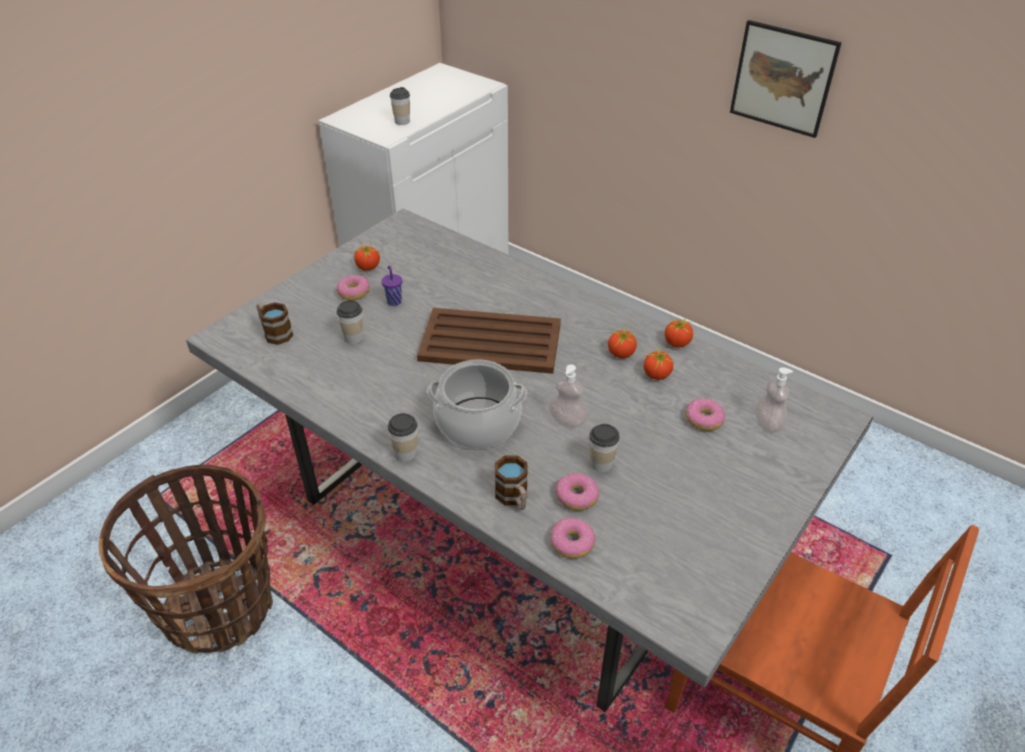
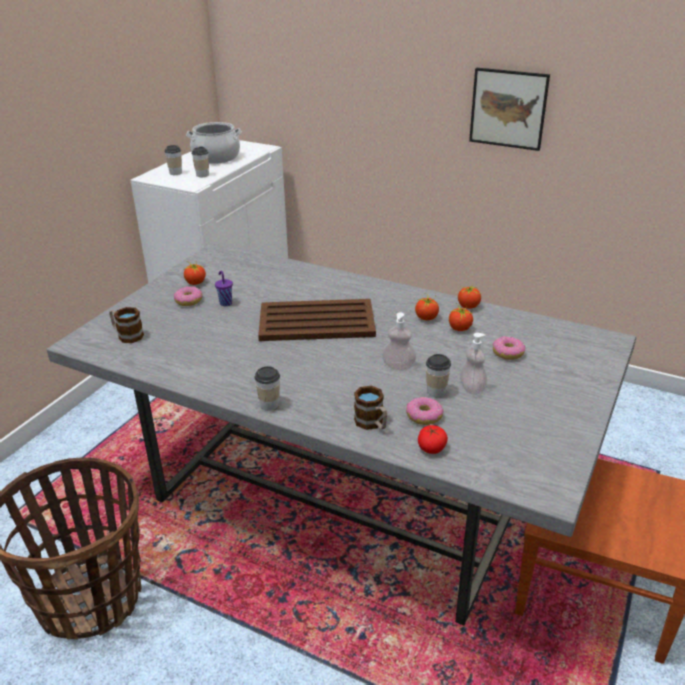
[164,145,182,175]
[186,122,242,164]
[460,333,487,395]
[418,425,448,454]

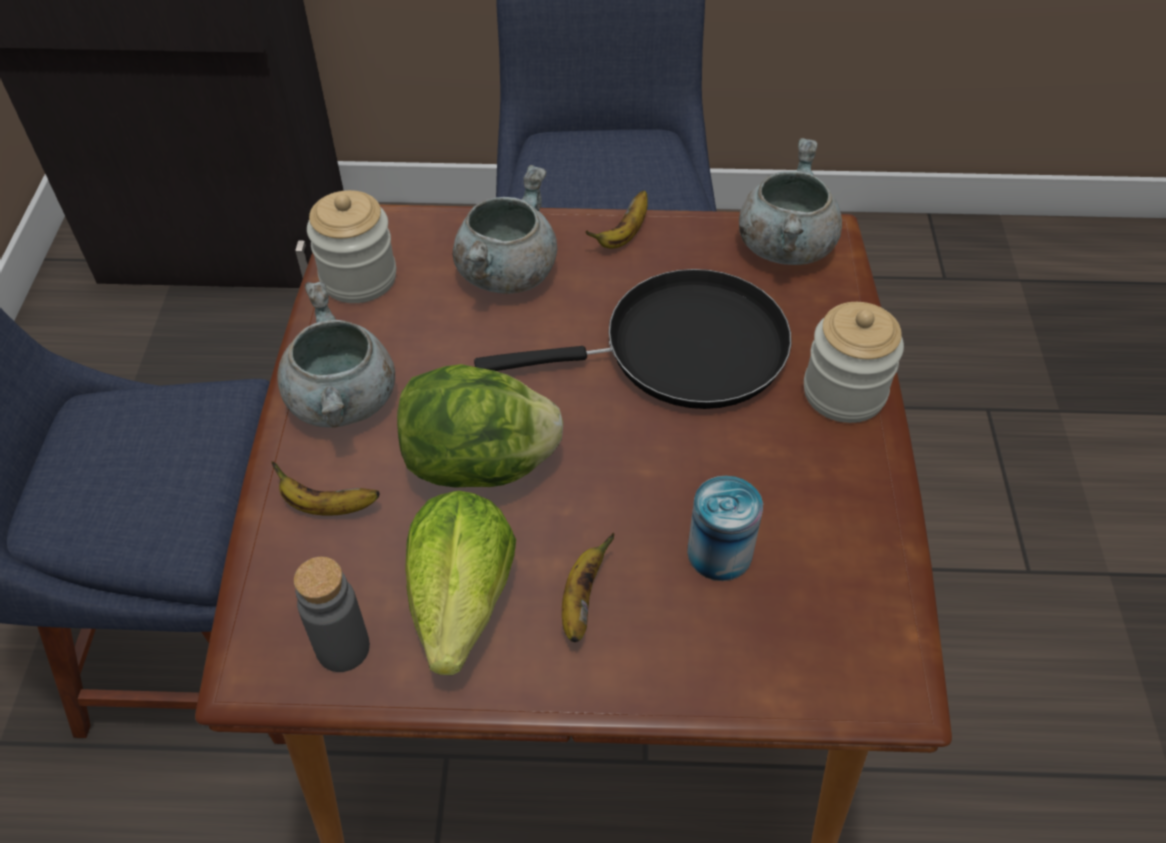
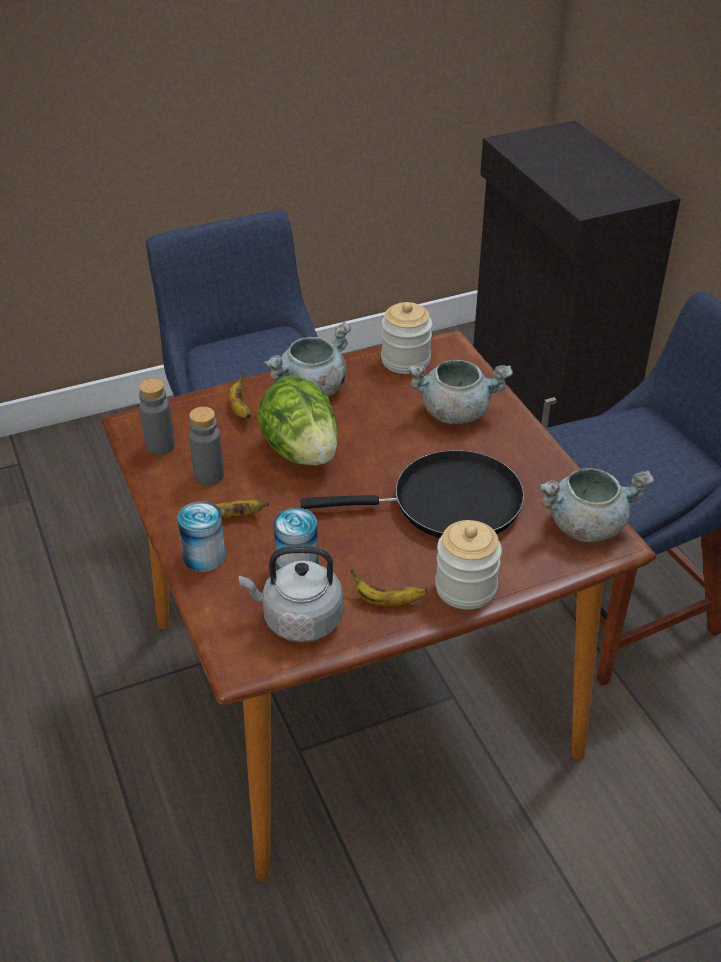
[178,501,225,572]
[239,546,343,642]
[351,570,427,606]
[189,407,224,485]
[300,450,524,538]

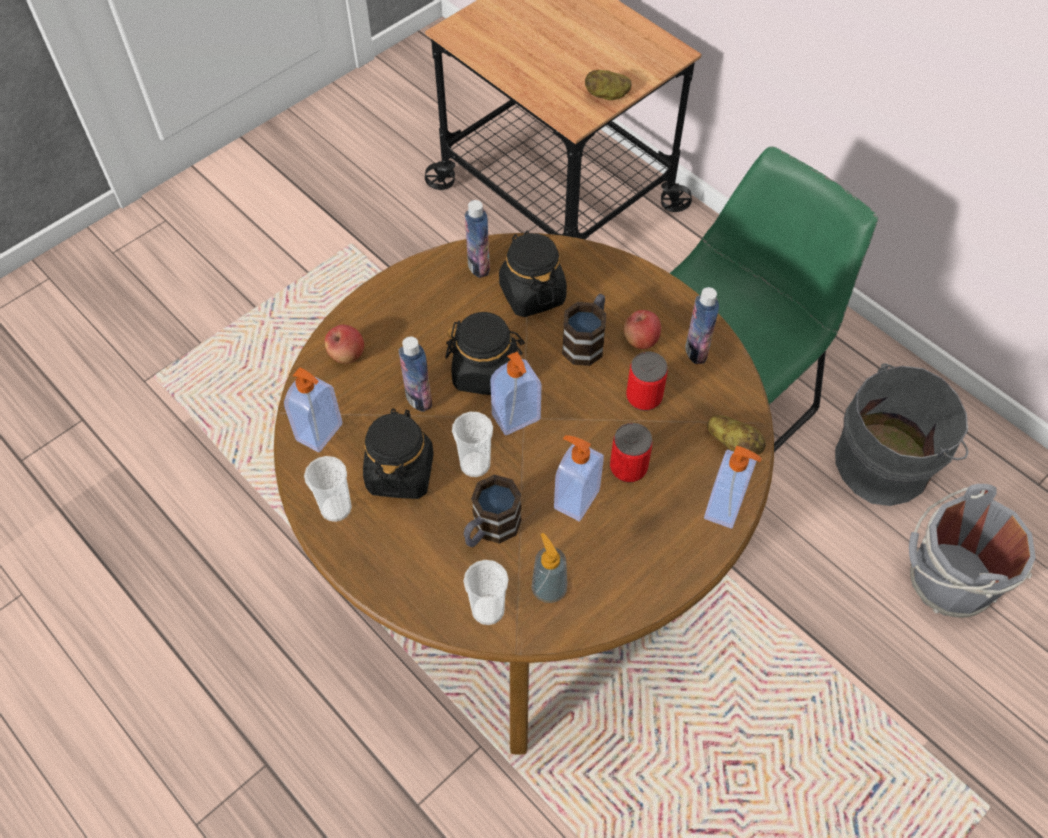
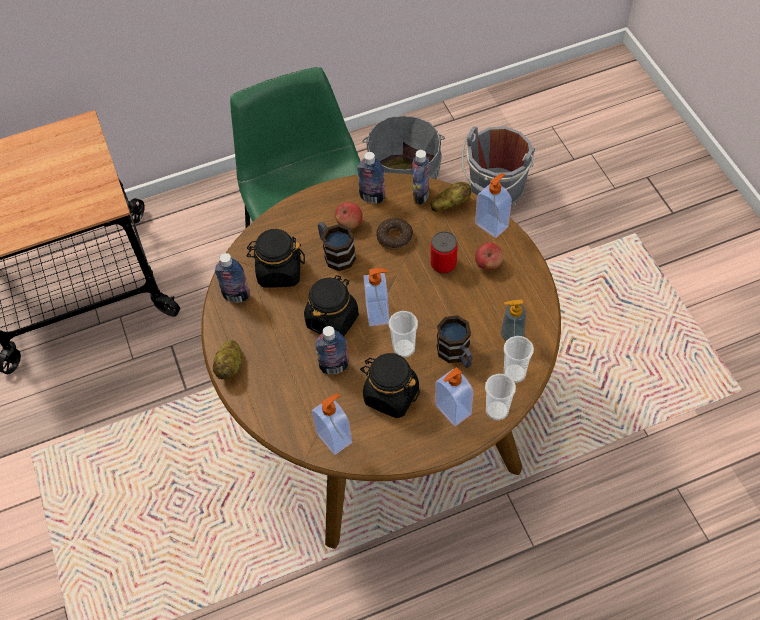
[412,150,429,205]
[485,374,516,421]
[475,242,503,271]
[435,367,474,426]
[213,341,242,380]
[376,218,413,250]

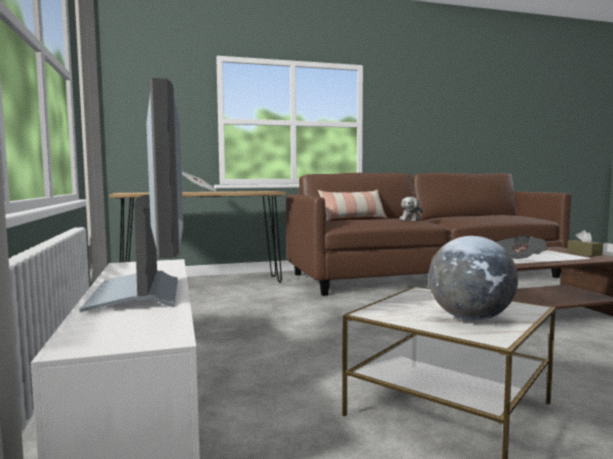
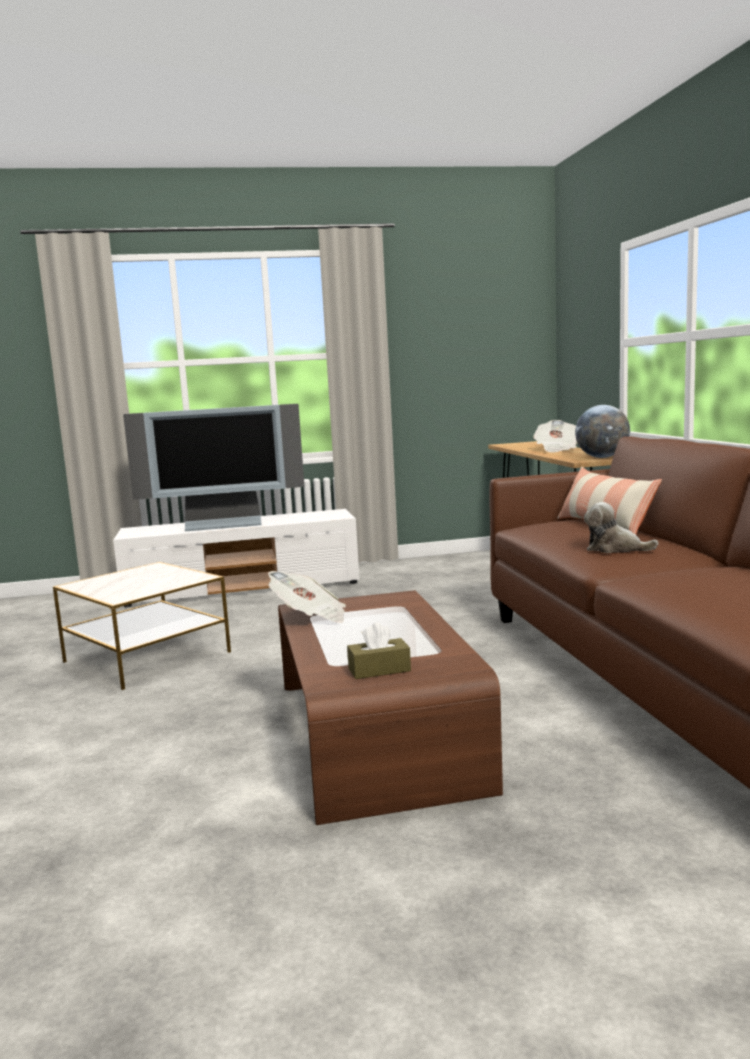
[575,405,630,458]

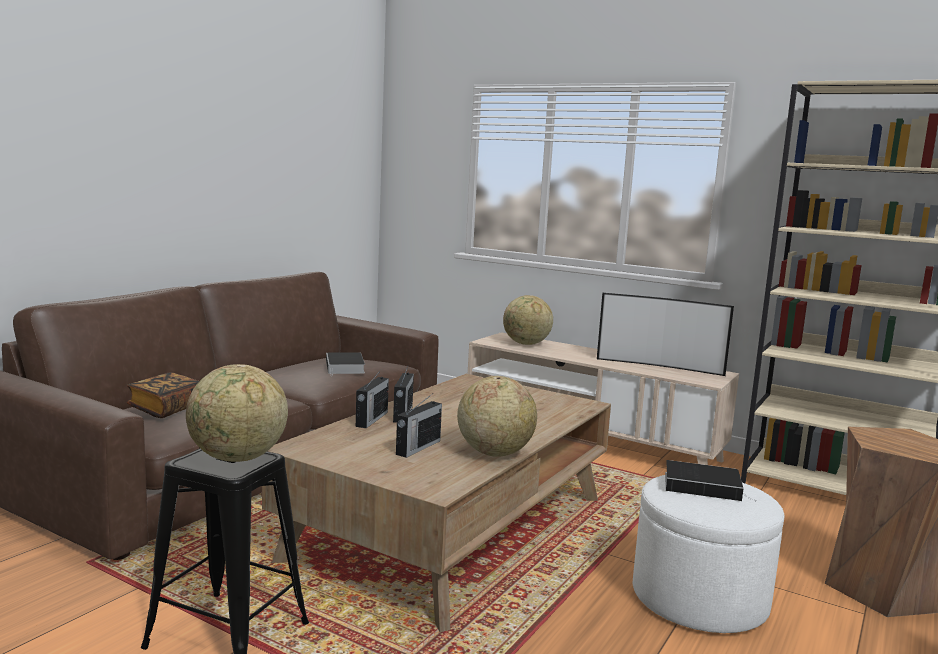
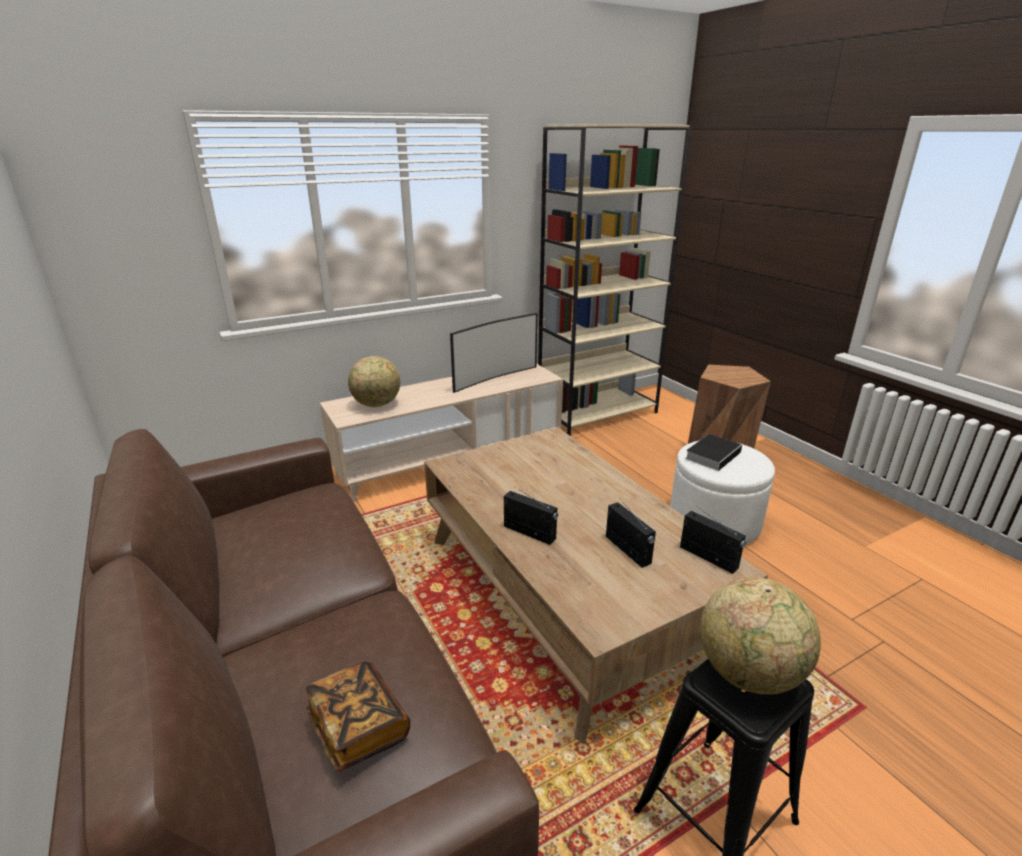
[326,353,365,376] (first image)
[457,376,537,457] (first image)
[680,506,746,574]

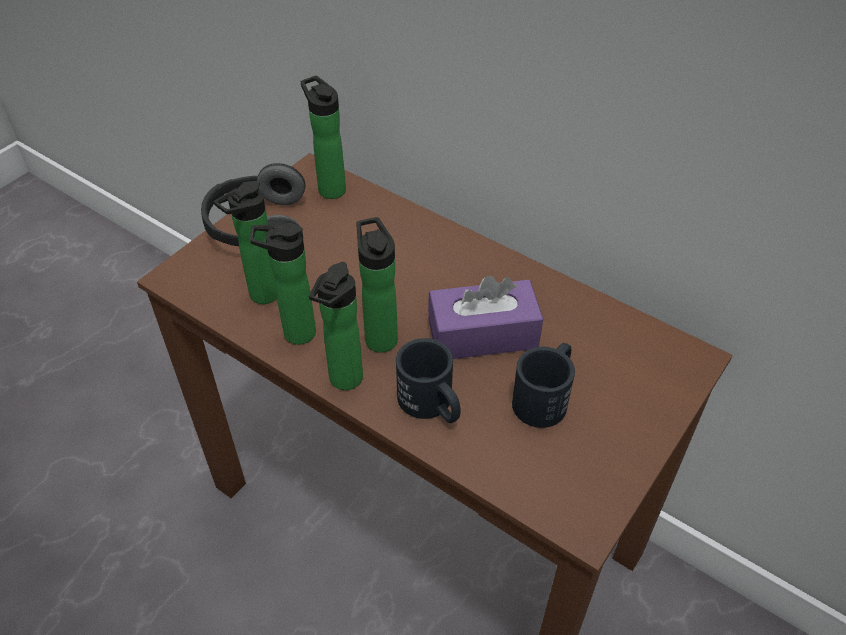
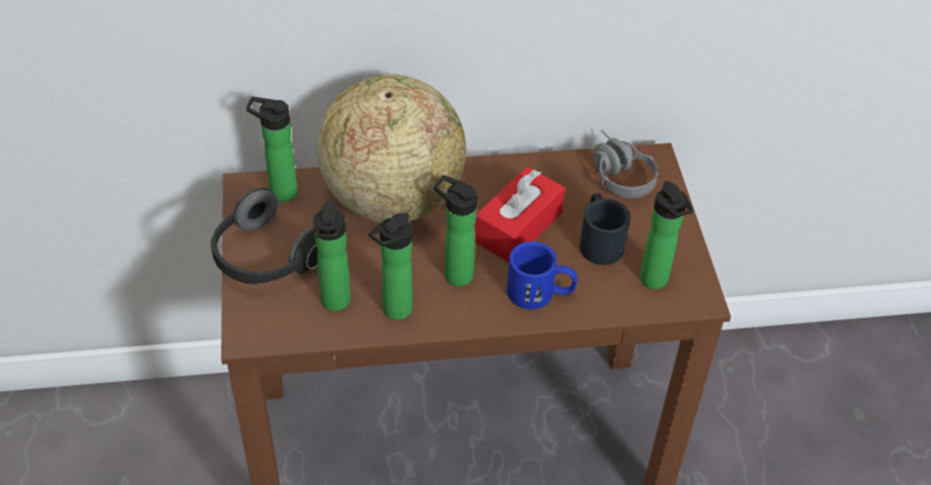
[317,74,466,223]
[593,130,658,198]
[640,181,693,289]
[507,241,577,309]
[475,167,565,262]

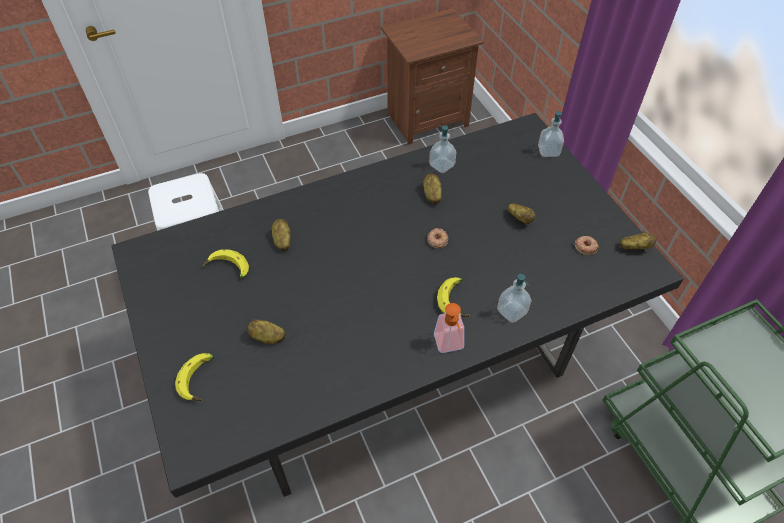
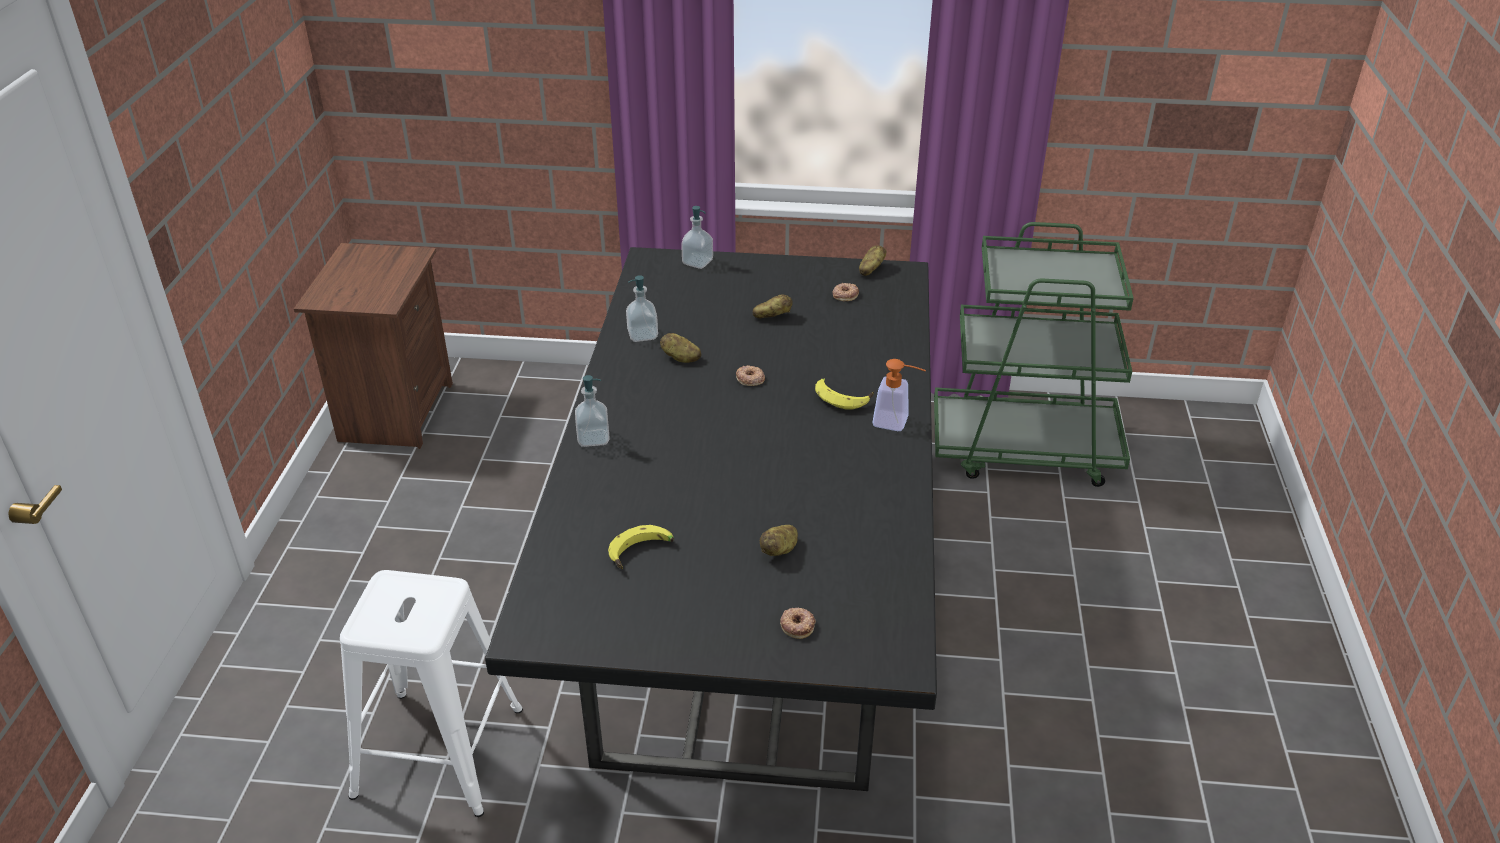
[272,219,290,251] (first image)
[575,375,610,447]
[780,607,816,639]

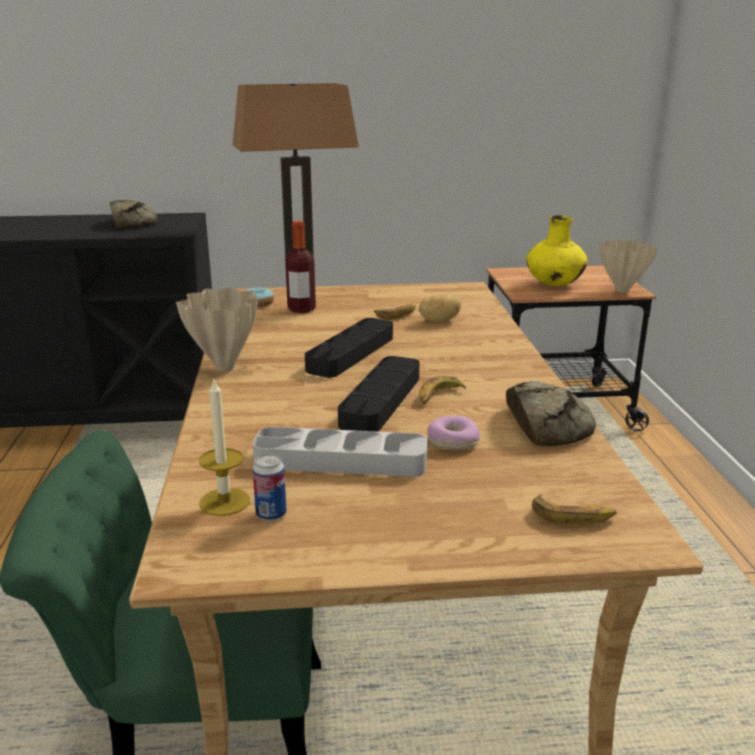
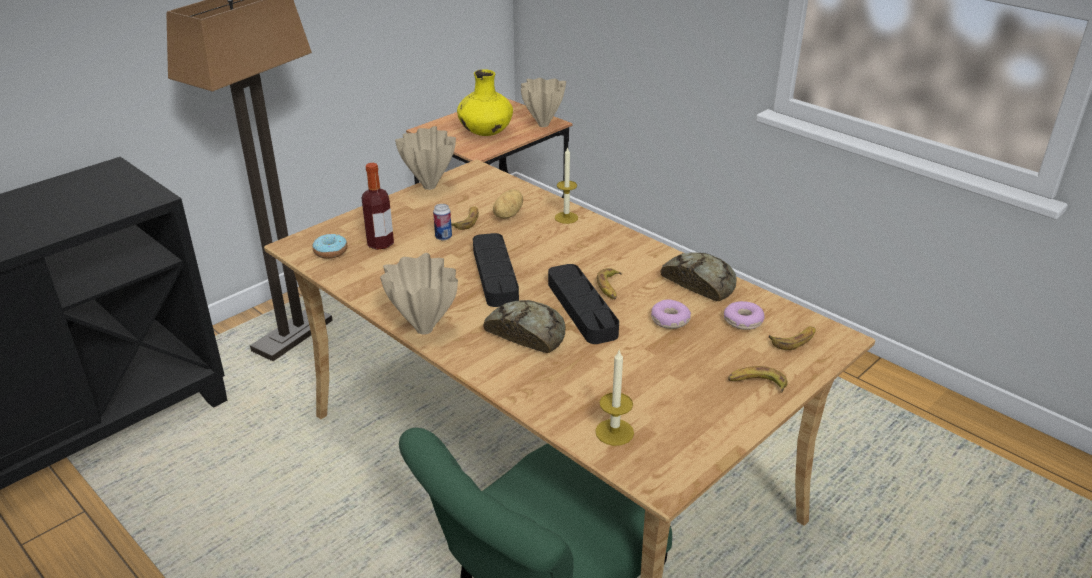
[253,427,427,477] (first image)
[395,126,456,190]
[555,147,578,224]
[724,301,765,330]
[728,366,787,393]
[483,300,565,353]
[433,204,452,240]

